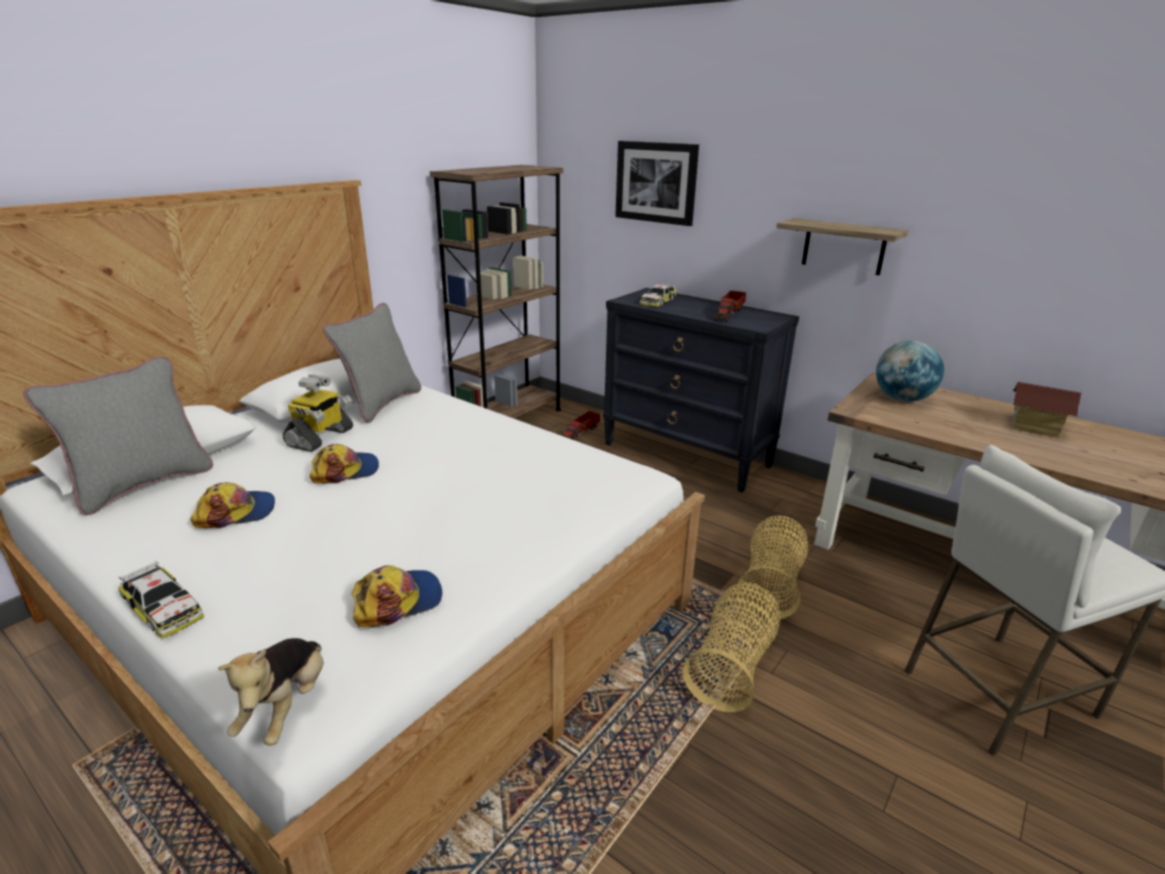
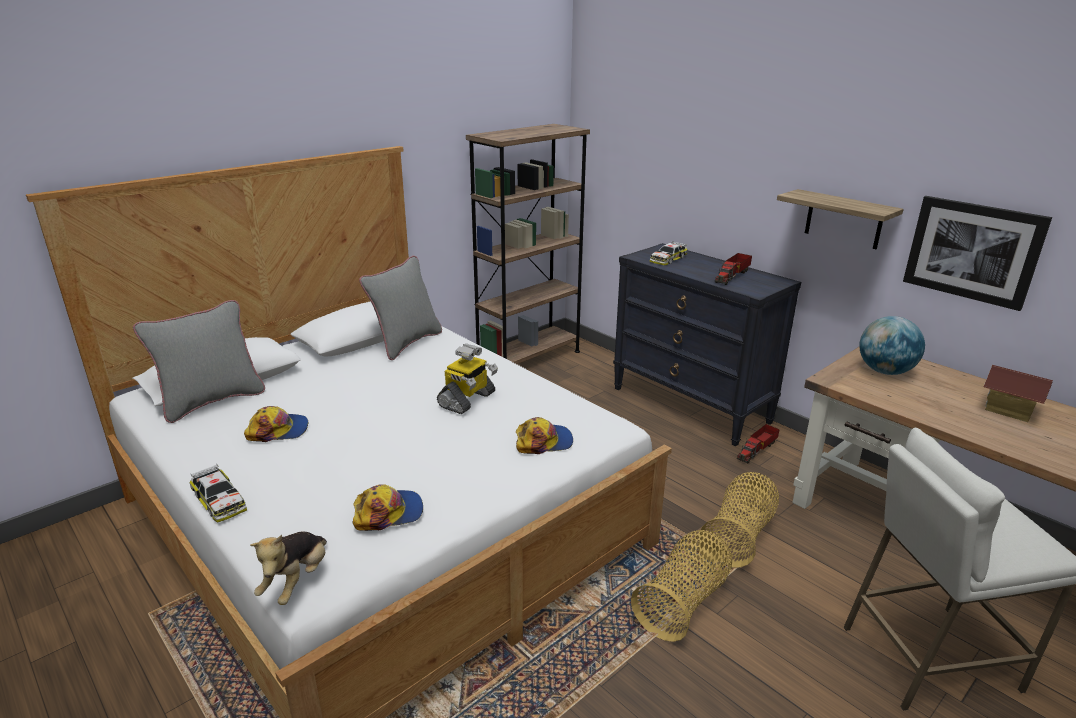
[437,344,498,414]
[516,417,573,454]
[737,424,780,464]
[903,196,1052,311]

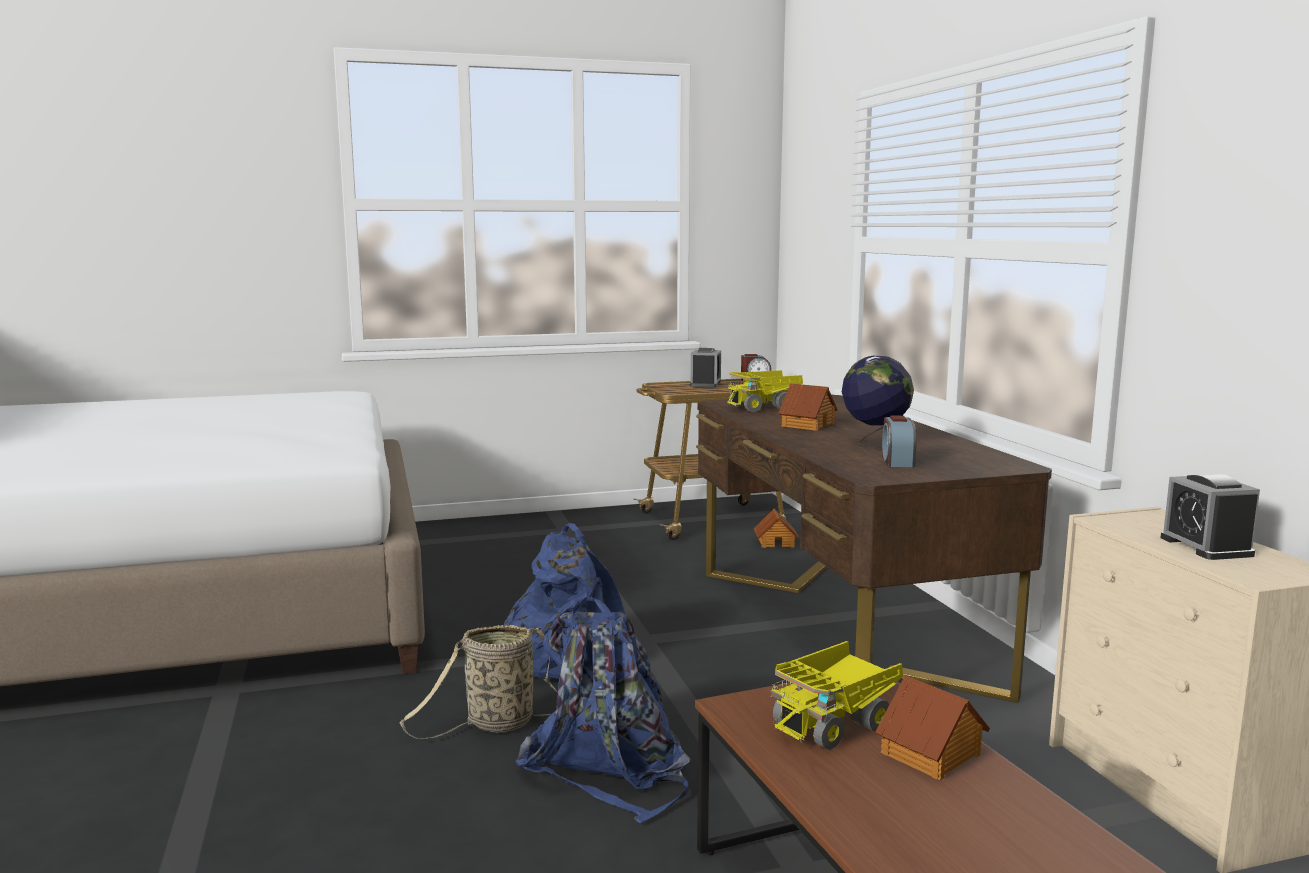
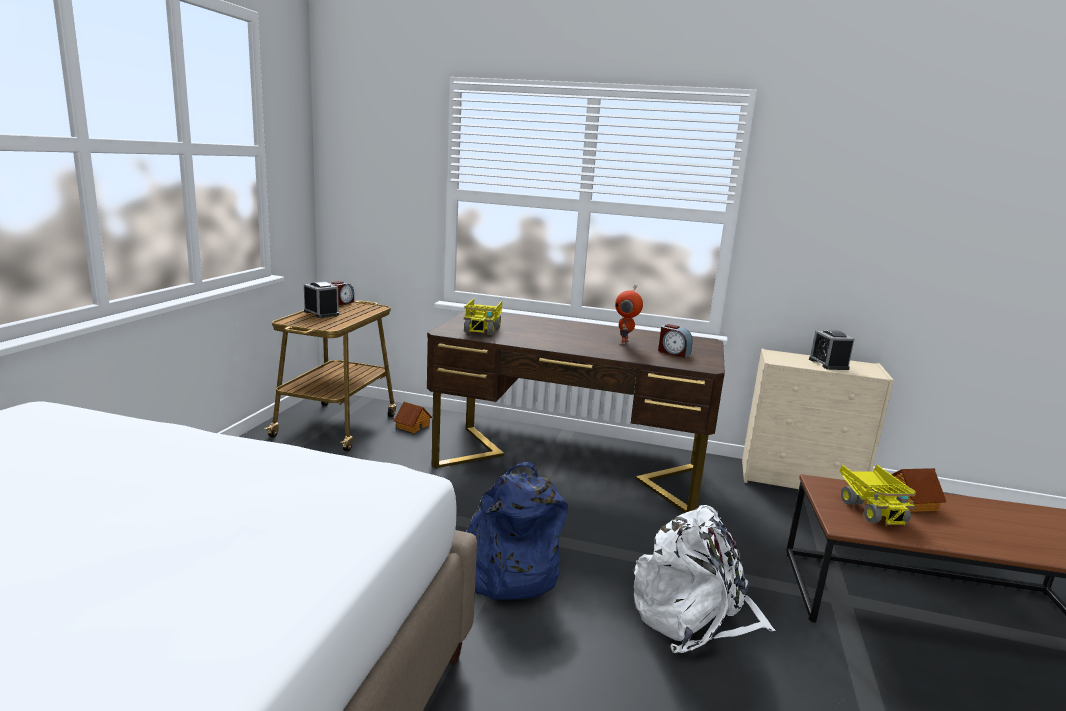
[399,625,558,739] (first image)
[778,383,838,431] (first image)
[615,285,643,346]
[634,505,776,653]
[809,330,855,370]

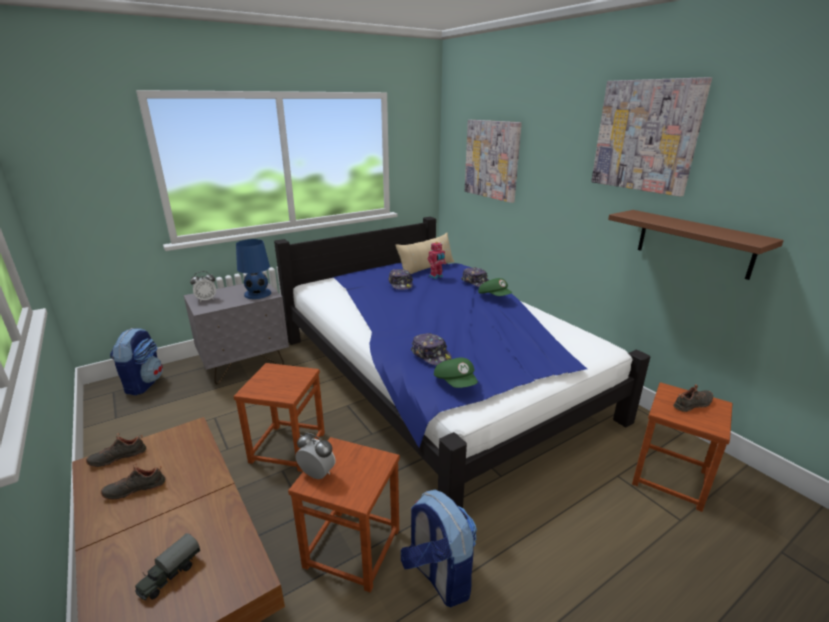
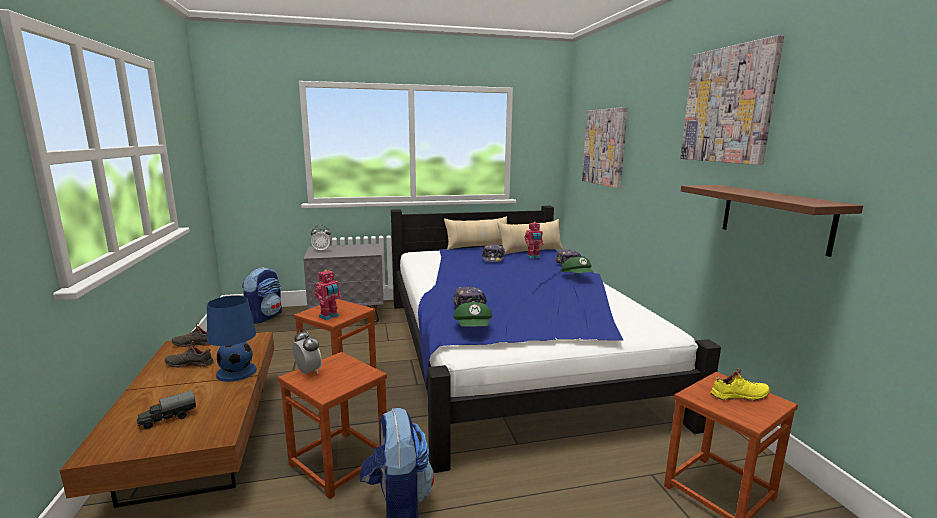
[314,269,342,320]
[444,216,507,250]
[207,296,257,382]
[711,368,770,401]

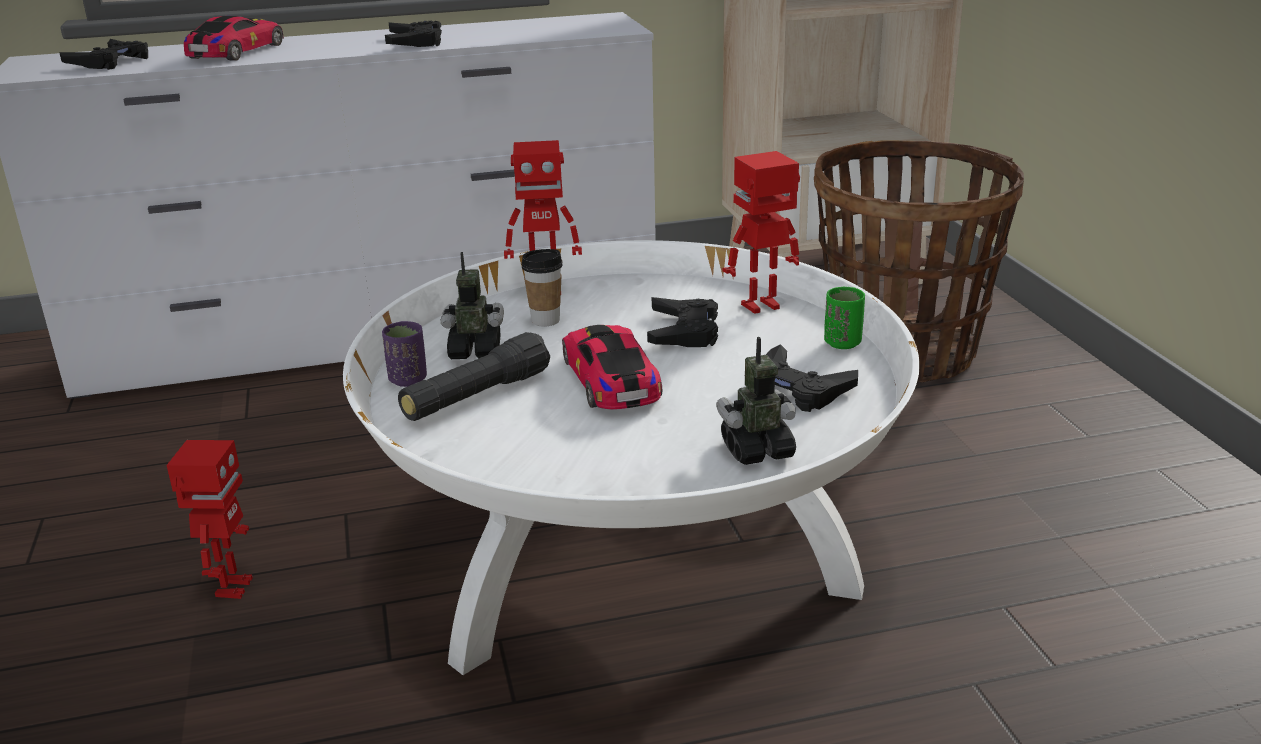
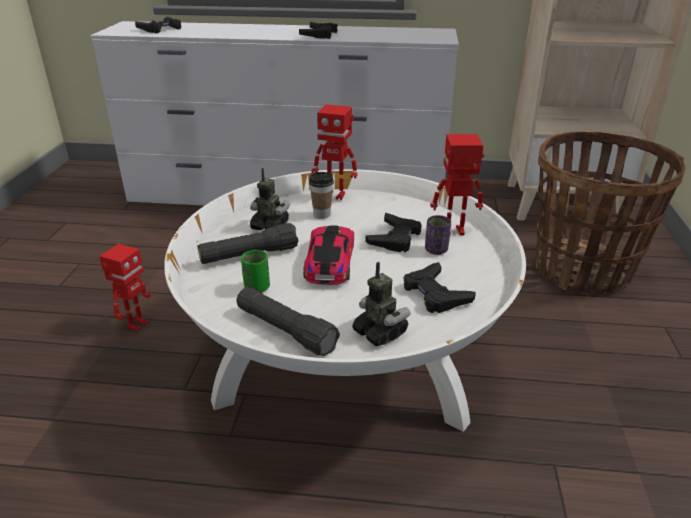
[184,16,284,61] (first image)
[237,287,340,356]
[425,215,451,255]
[241,250,270,293]
[352,262,411,346]

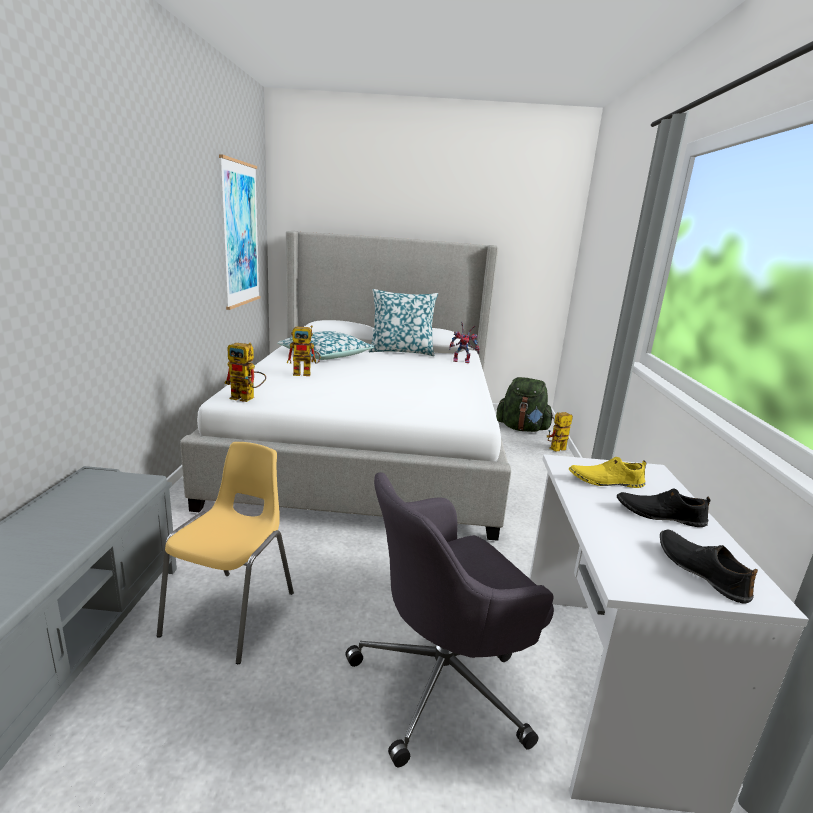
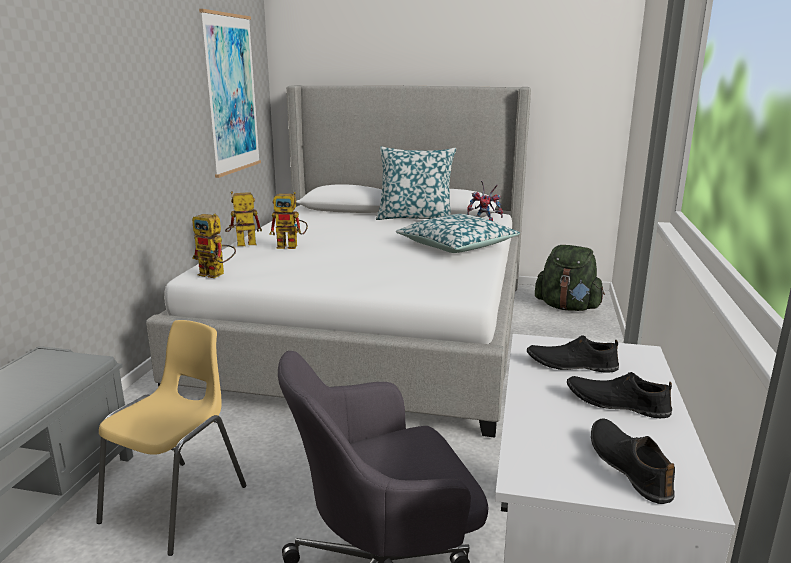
[396,214,520,253]
[225,191,262,246]
[527,335,619,373]

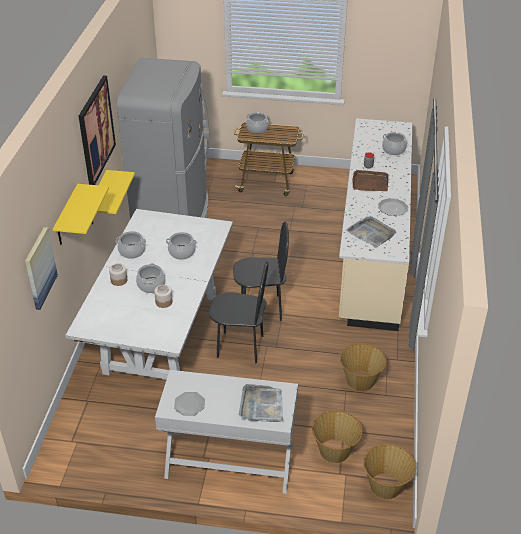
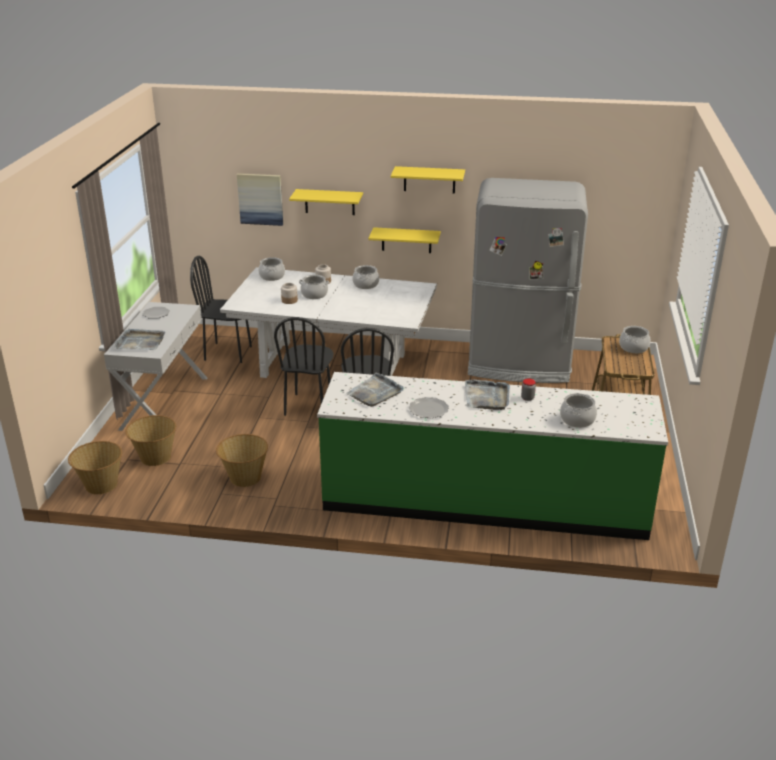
[190,256,252,363]
[258,257,285,281]
[391,166,465,194]
[317,372,668,540]
[465,380,510,410]

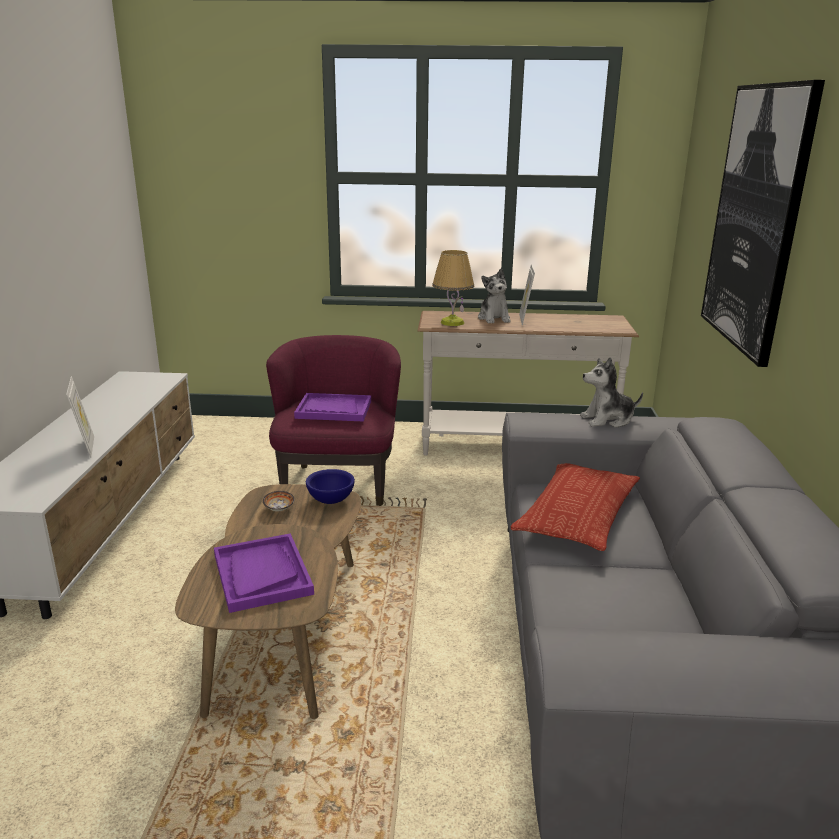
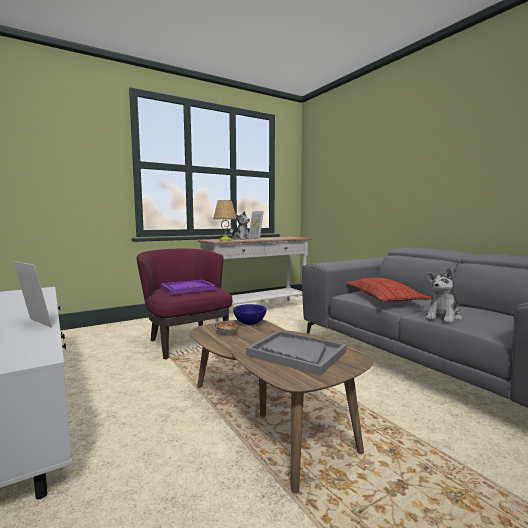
[701,80,825,367] (first image)
[426,268,462,323]
[246,331,347,376]

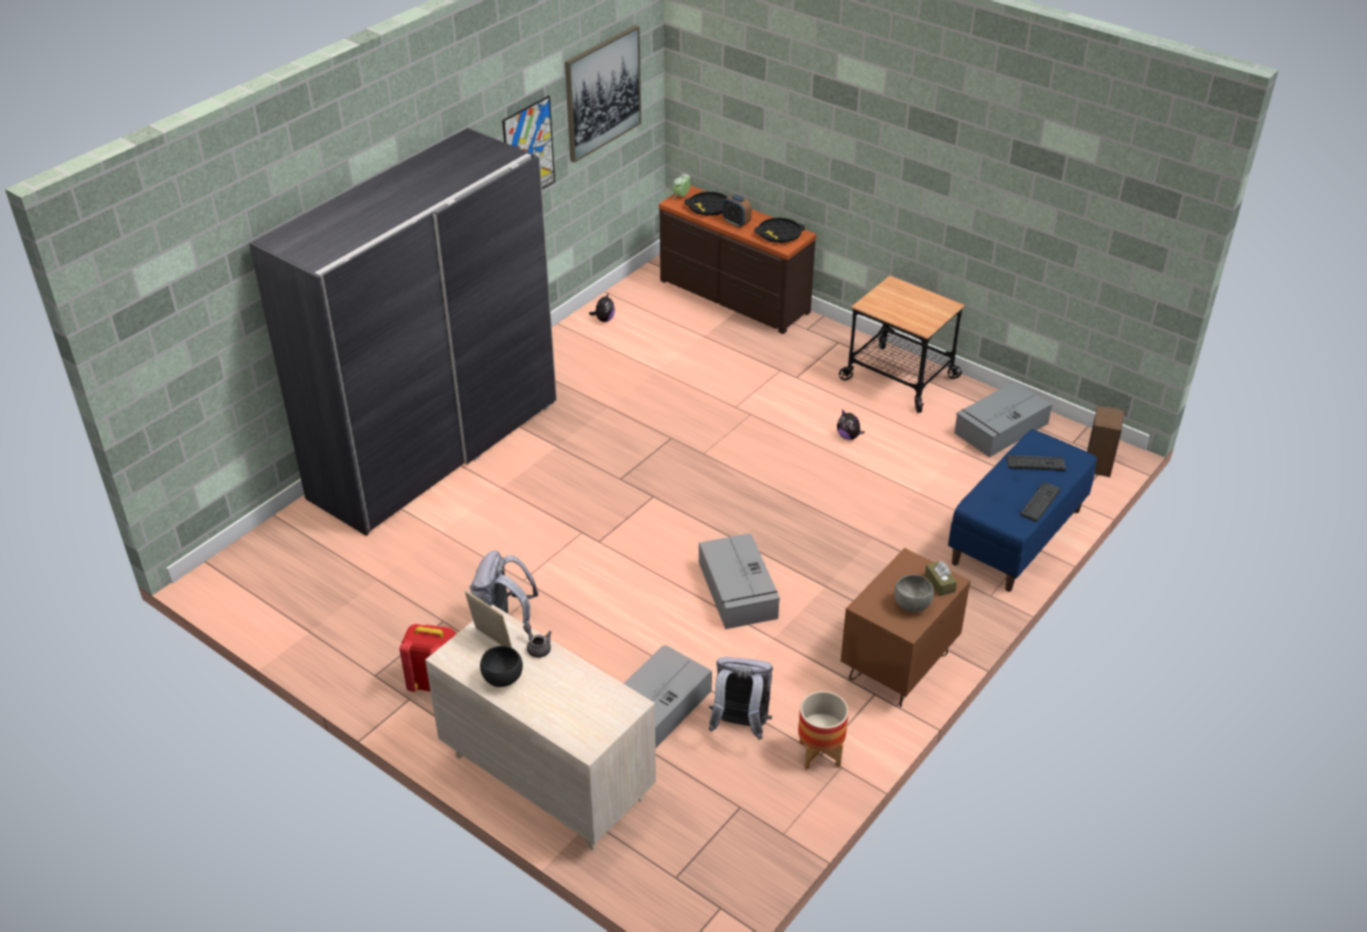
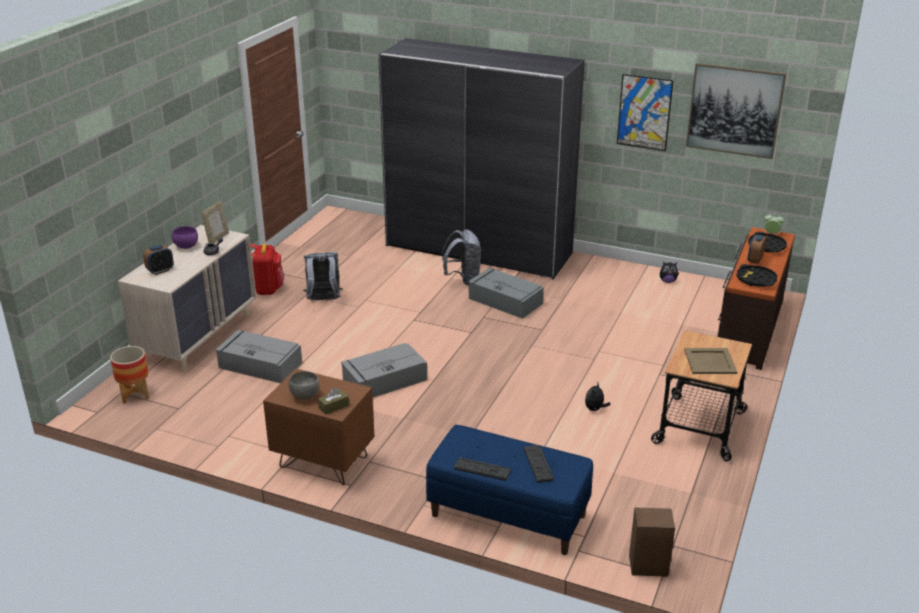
[143,245,174,275]
[684,348,737,374]
[442,229,481,285]
[110,346,149,404]
[468,268,544,319]
[172,226,198,249]

